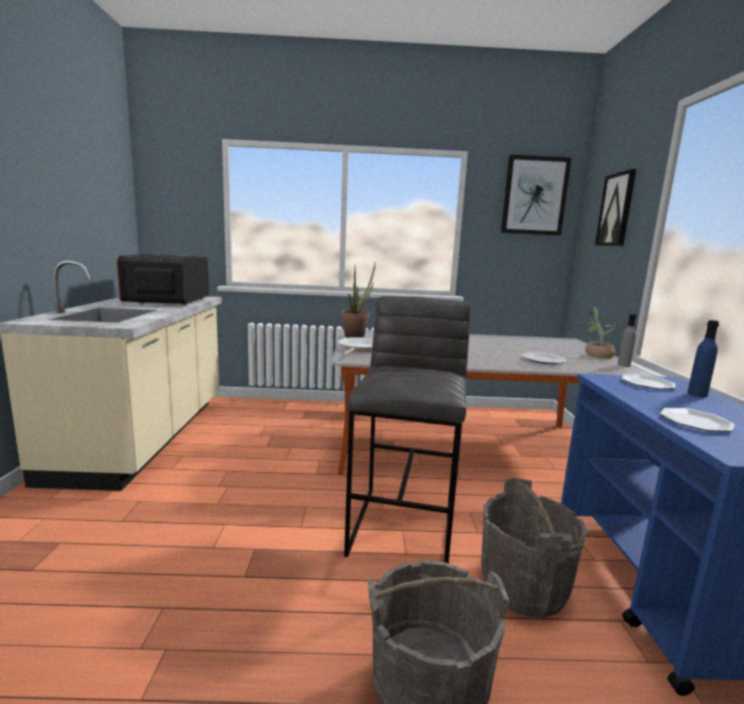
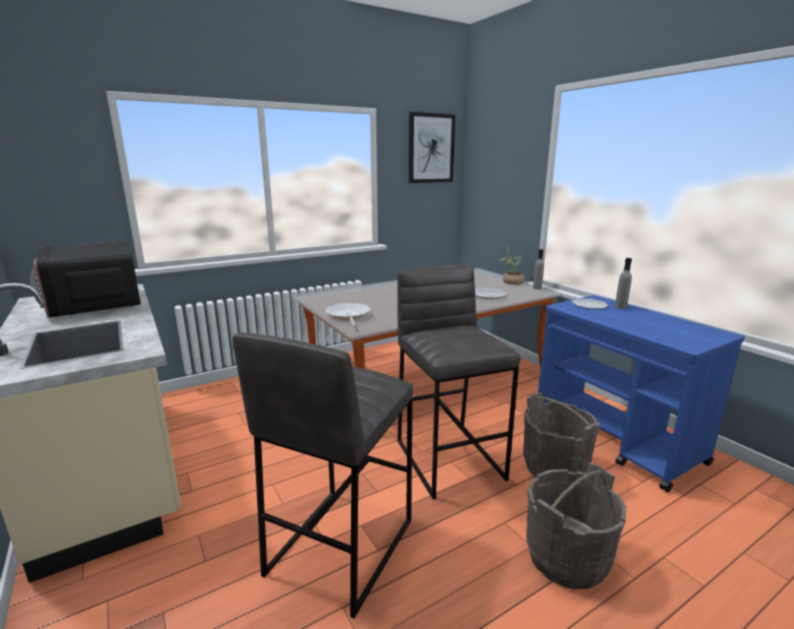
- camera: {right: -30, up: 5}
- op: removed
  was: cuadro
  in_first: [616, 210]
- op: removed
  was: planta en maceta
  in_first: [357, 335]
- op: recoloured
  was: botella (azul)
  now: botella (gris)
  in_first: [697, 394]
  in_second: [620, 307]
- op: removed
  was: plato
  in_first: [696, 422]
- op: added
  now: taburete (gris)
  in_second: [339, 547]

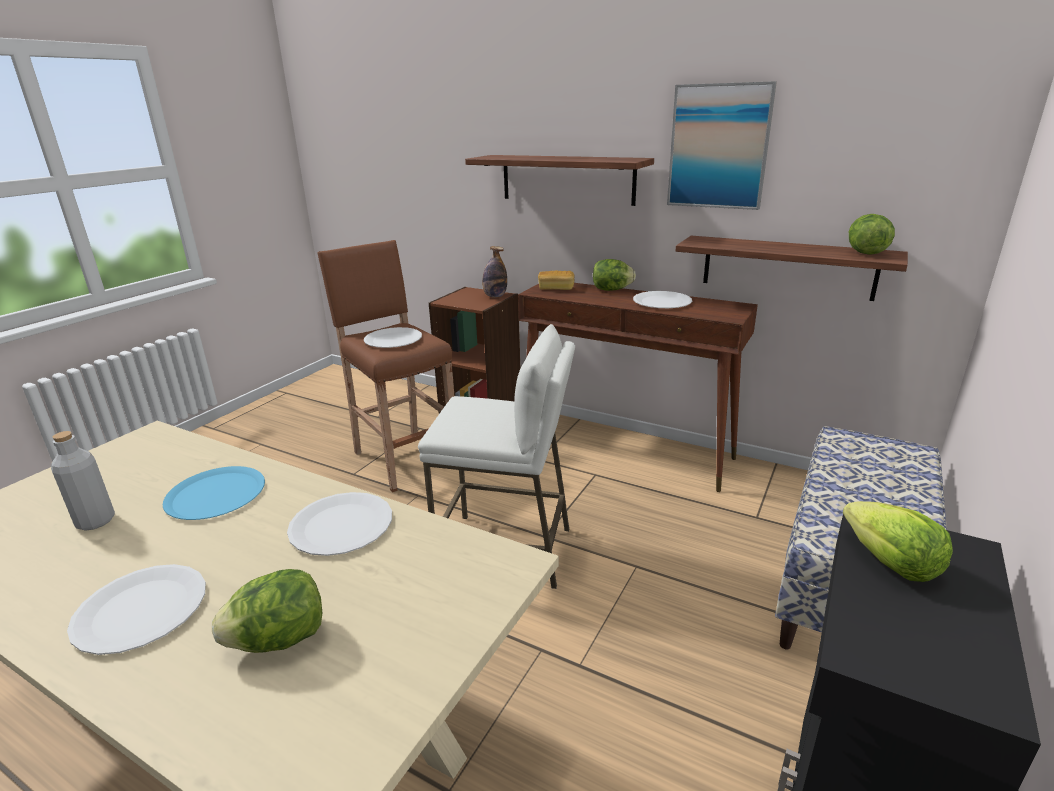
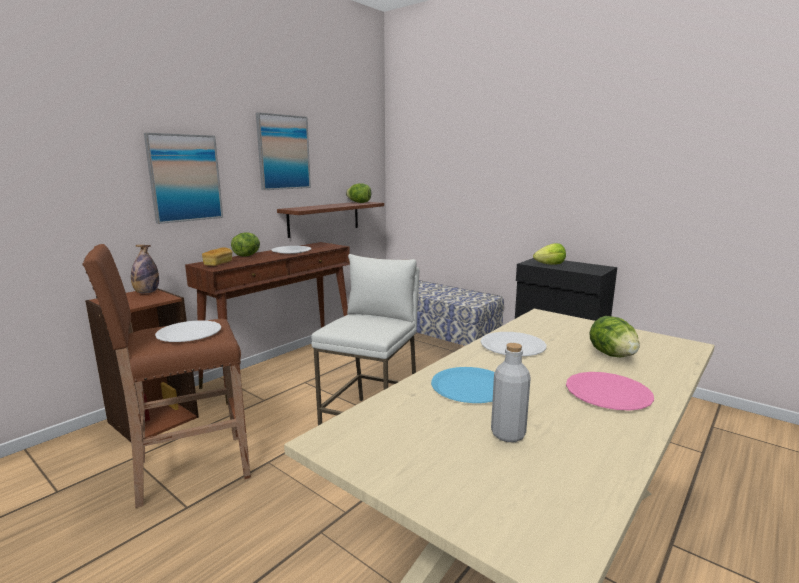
- camera: {right: -80, up: -10}
- op: replaced
  was: estante
  now: cuadro
  in_first: [567, 179]
  in_second: [185, 178]
- op: recoloured
  was: plato (blanco)
  now: plato (rosa)
  in_first: [141, 610]
  in_second: [607, 393]

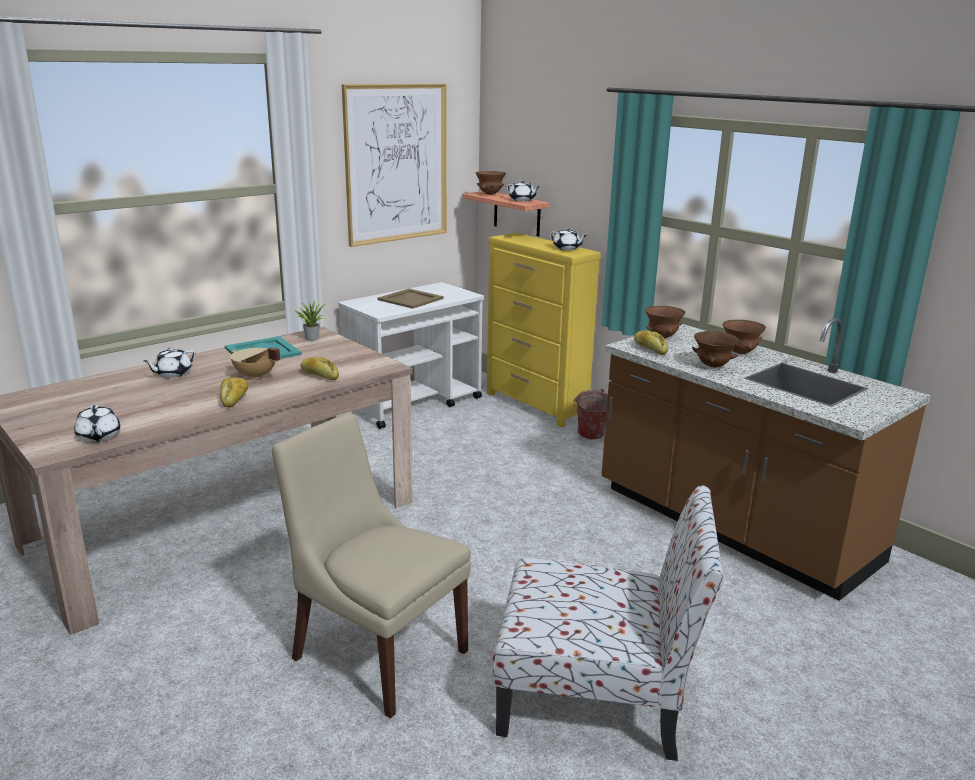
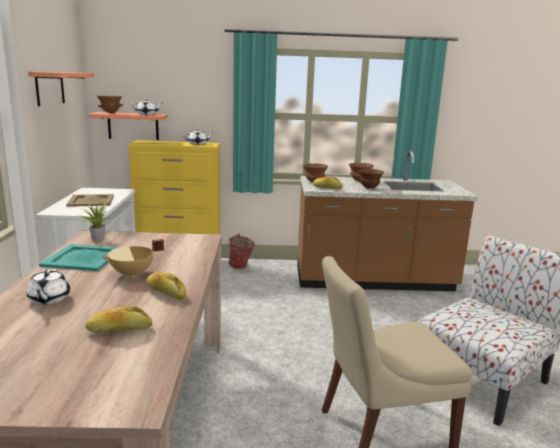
- camera: {right: -50, up: -5}
- op: replaced
  was: cuadro
  now: estante
  in_first: [396, 164]
  in_second: [50, 88]
- op: moved
  was: pan
  in_first: [319, 375]
  in_second: [119, 330]
- op: removed
  was: tetera (blanco)
  in_first: [98, 436]

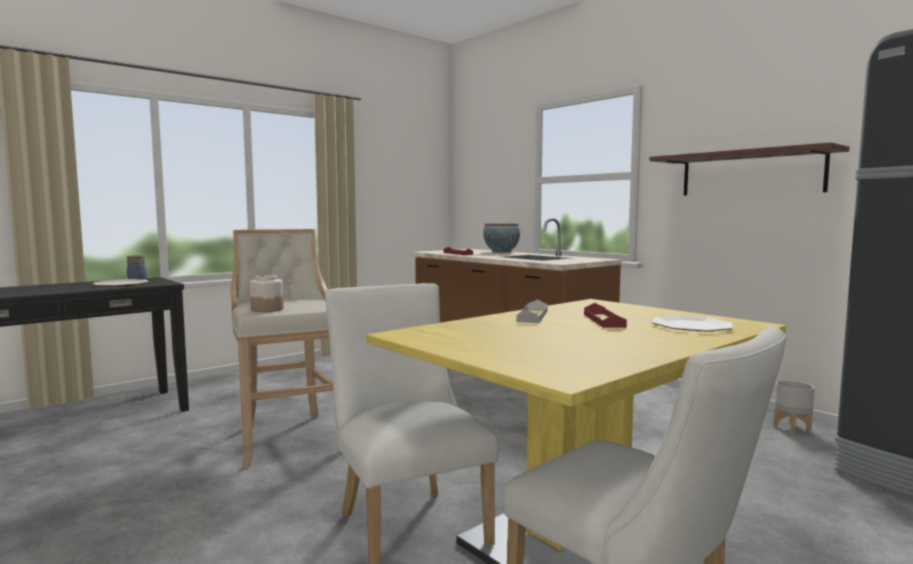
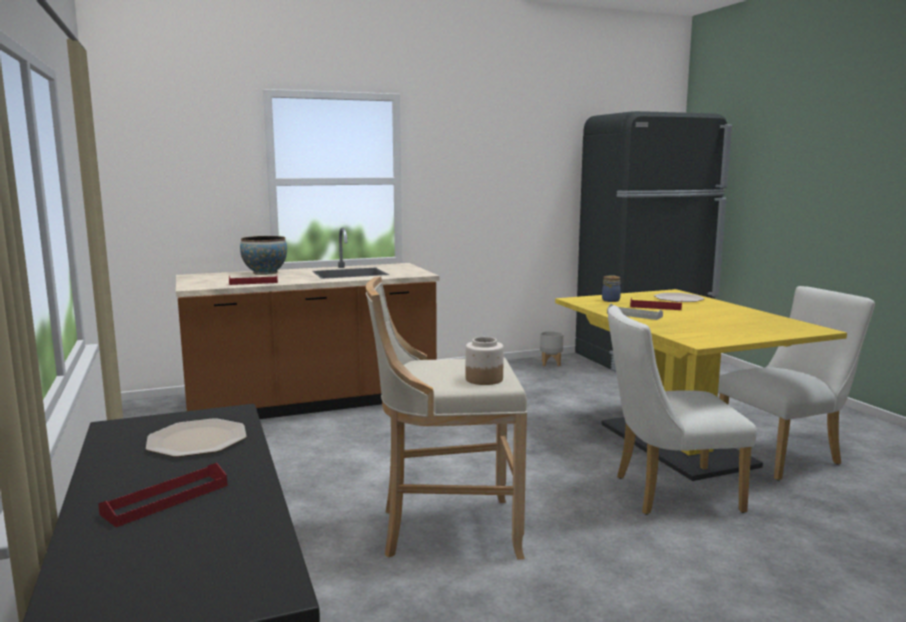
- camera: {right: -70, up: 5}
- op: removed
  was: estante
  in_first: [750, 173]
- op: moved
  was: tarro
  in_first: [137, 279]
  in_second: [611, 300]
- op: added
  now: bandeja (rojo)
  in_second: [166, 499]

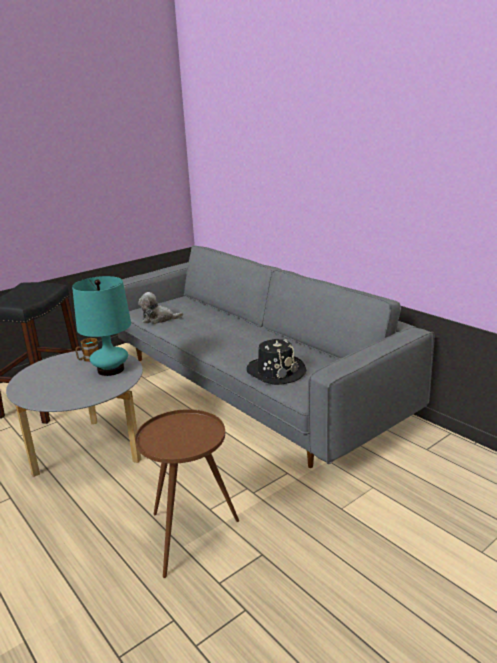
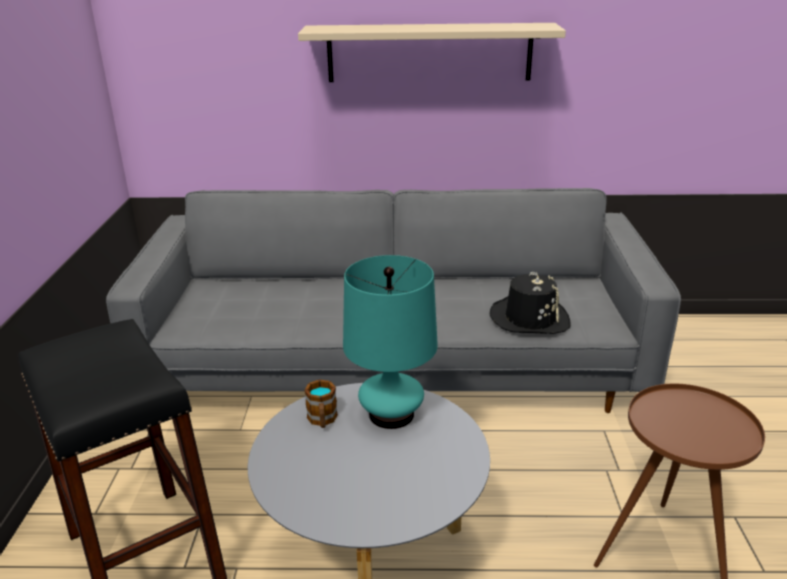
- camera: {right: -50, up: 5}
- op: removed
  was: peluche
  in_first: [158, 319]
- op: added
  now: estante (beis)
  in_second: [429, 52]

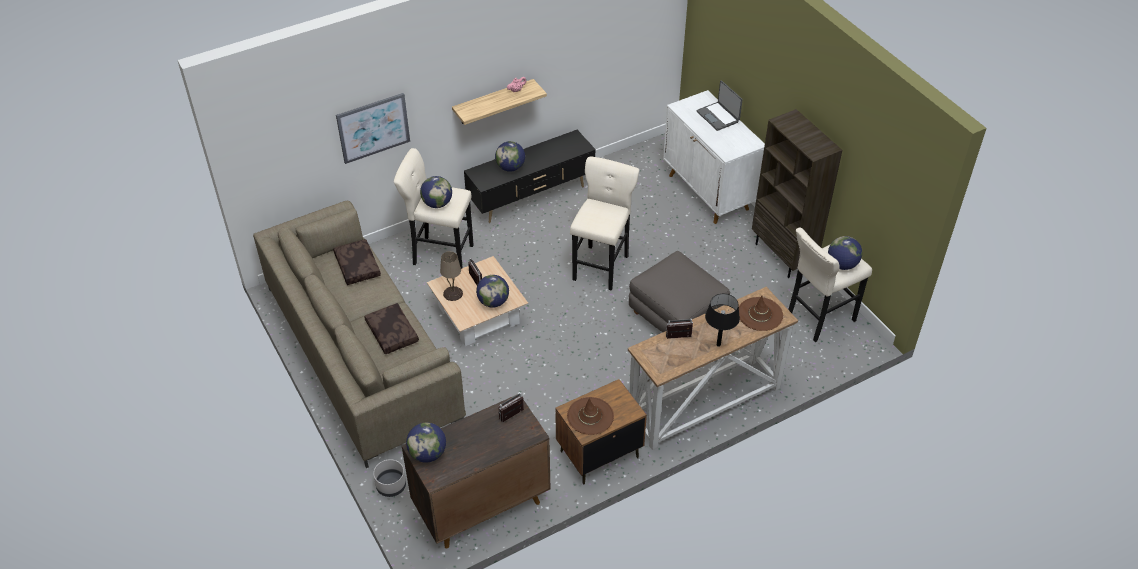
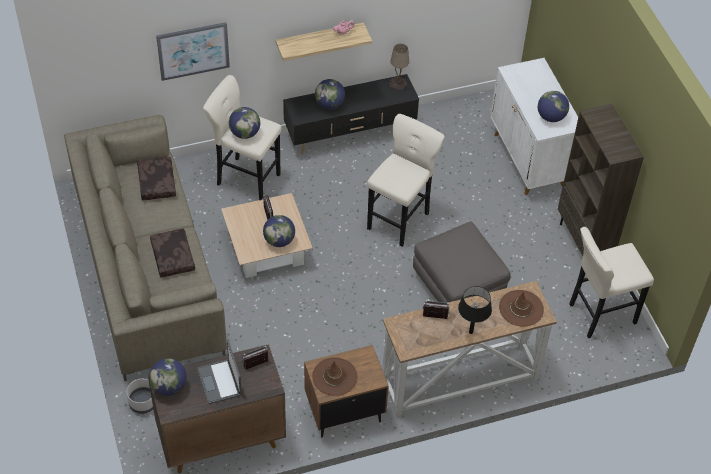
- camera: {right: 10, up: 5}
- op: moved
  was: portátil
  in_first: [718, 116]
  in_second: [220, 382]
- op: moved
  was: globo terráqueo
  in_first: [842, 264]
  in_second: [551, 117]
- op: moved
  was: lámpara de mesa (beis)
  in_first: [453, 294]
  in_second: [398, 83]

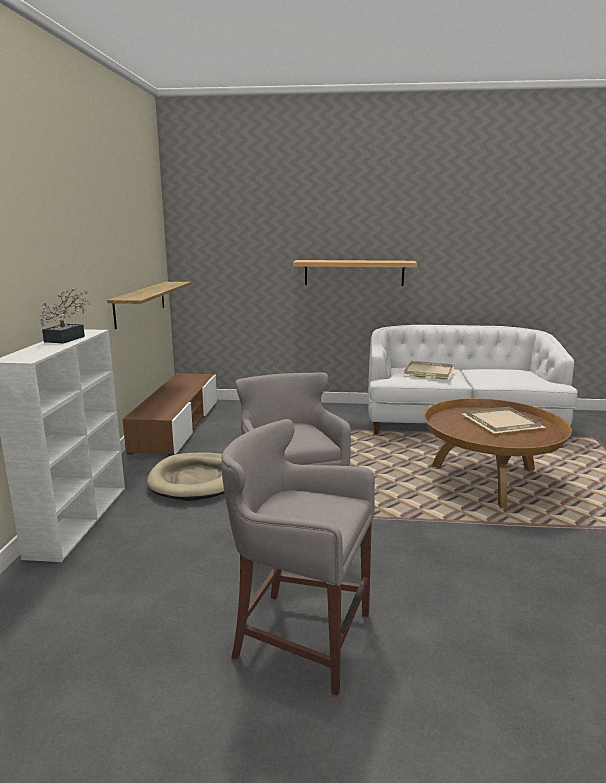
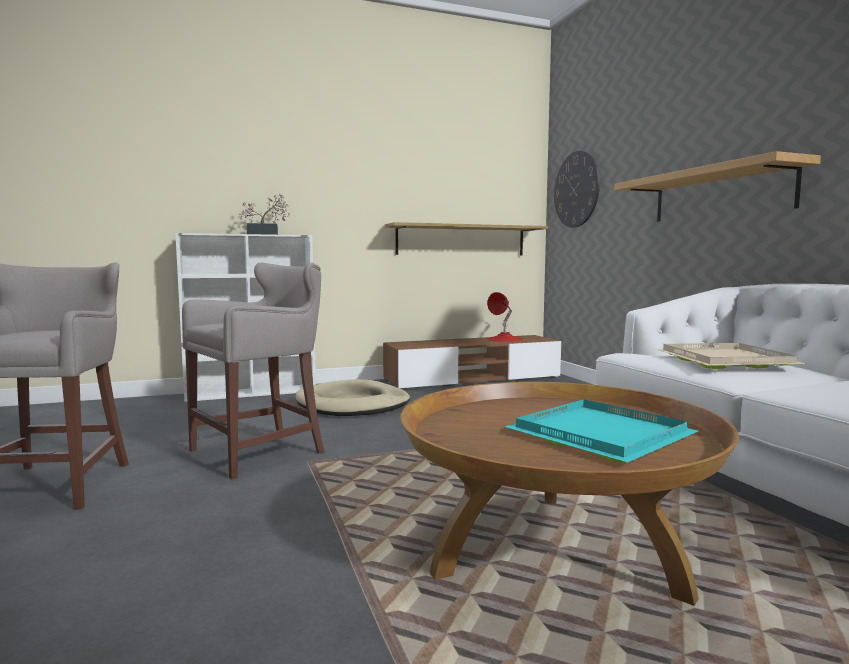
- camera: {right: 65, up: -10}
- op: recoloured
  was: bandeja (beis)
  now: bandeja (turquesa)
  in_first: [500, 422]
  in_second: [599, 434]
- op: added
  now: reloj de pared
  in_second: [576, 189]
- op: added
  now: lámpara de mesa (rojo)
  in_second: [504, 339]

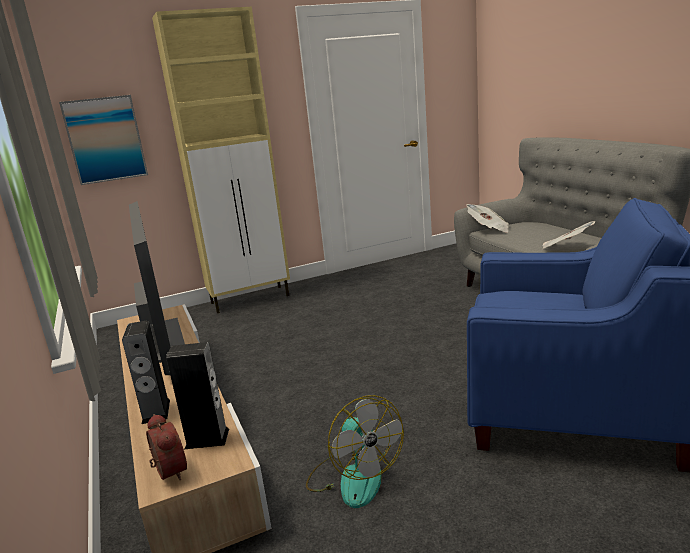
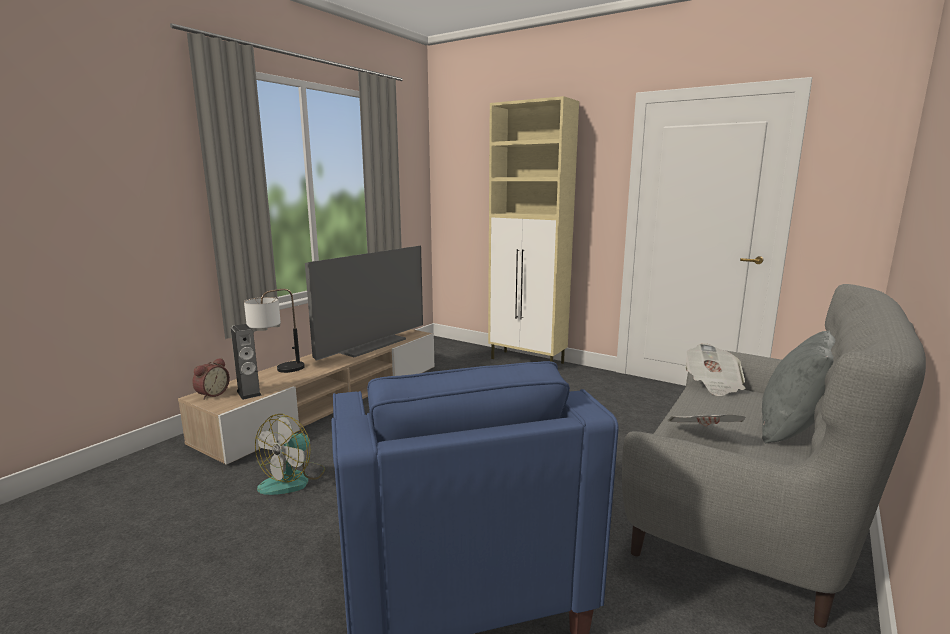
- camera: {right: 55, up: -5}
- op: removed
  was: cuadro
  in_first: [105, 139]
- op: replaced
  was: altavoz
  now: lámpara de mesa
  in_first: [156, 411]
  in_second: [278, 371]
- op: added
  now: cojín (gris)
  in_second: [793, 430]

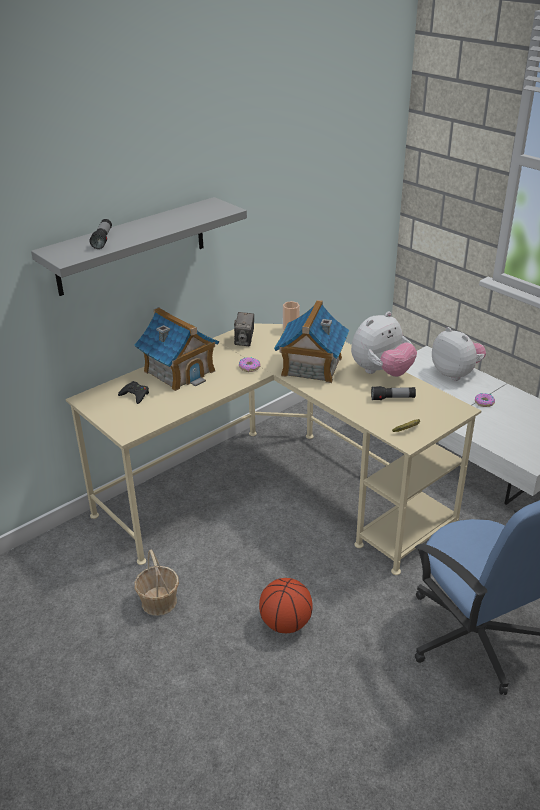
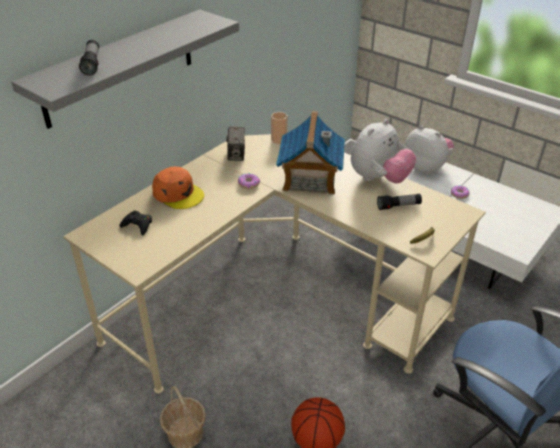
- camera: {right: -10, up: 5}
- op: replaced
  was: casita
  now: gorra (naranja)
  in_first: [179, 371]
  in_second: [178, 193]

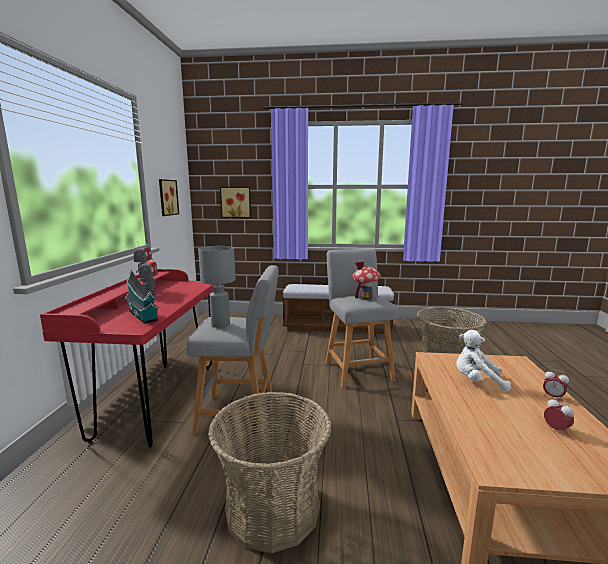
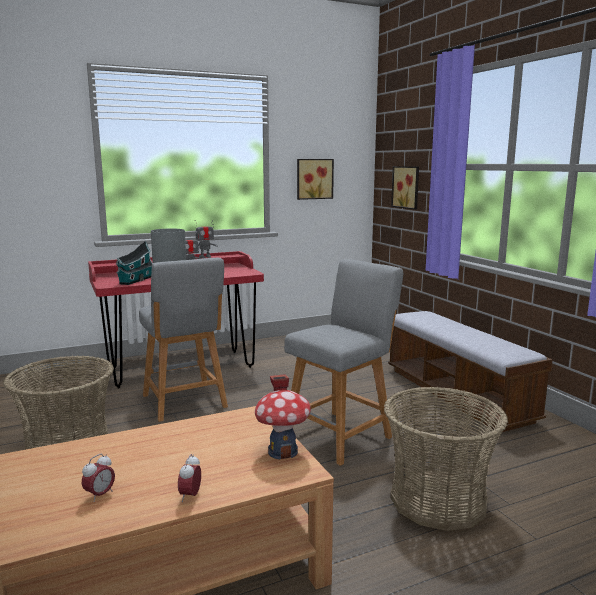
- camera: {right: 60, up: 0}
- op: moved
  was: casita
  in_first: [365, 298]
  in_second: [283, 451]
- op: removed
  was: peluche (blanco)
  in_first: [477, 381]

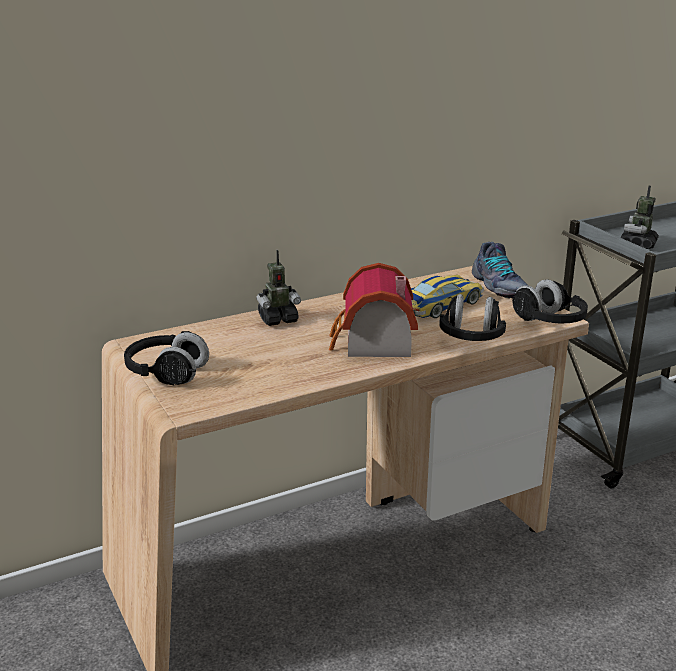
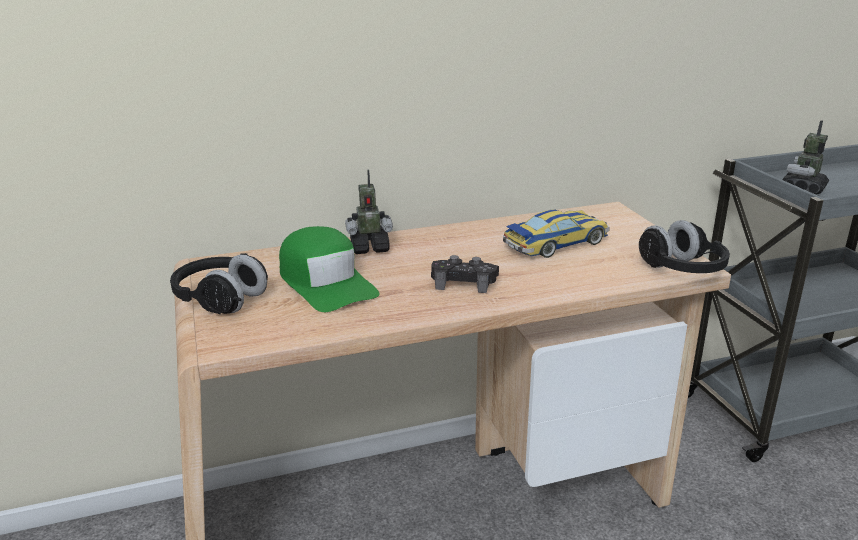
- camera: {right: 10, up: 0}
- op: removed
  was: zapato
  in_first: [498, 286]
- op: replaced
  was: casita
  now: mando de consola (negro)
  in_first: [372, 343]
  in_second: [464, 282]
- op: removed
  was: auriculares (negro)
  in_first: [471, 337]
- op: added
  now: gorra (verde)
  in_second: [326, 282]

